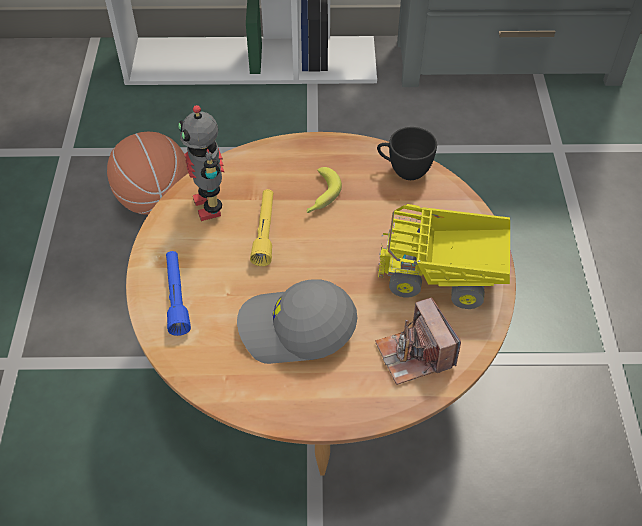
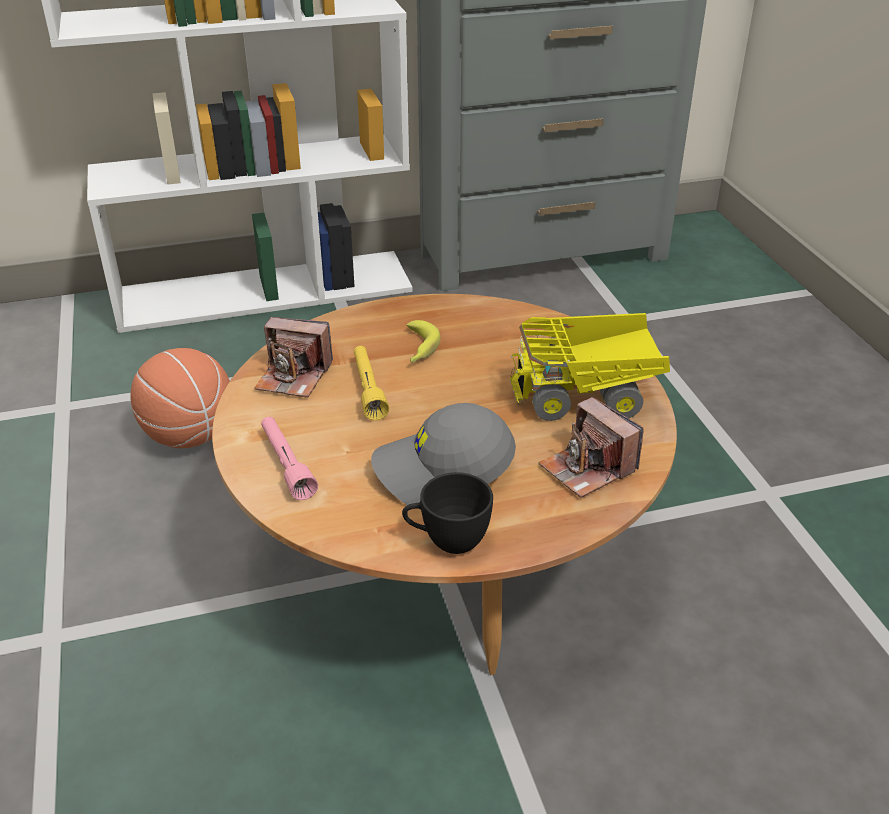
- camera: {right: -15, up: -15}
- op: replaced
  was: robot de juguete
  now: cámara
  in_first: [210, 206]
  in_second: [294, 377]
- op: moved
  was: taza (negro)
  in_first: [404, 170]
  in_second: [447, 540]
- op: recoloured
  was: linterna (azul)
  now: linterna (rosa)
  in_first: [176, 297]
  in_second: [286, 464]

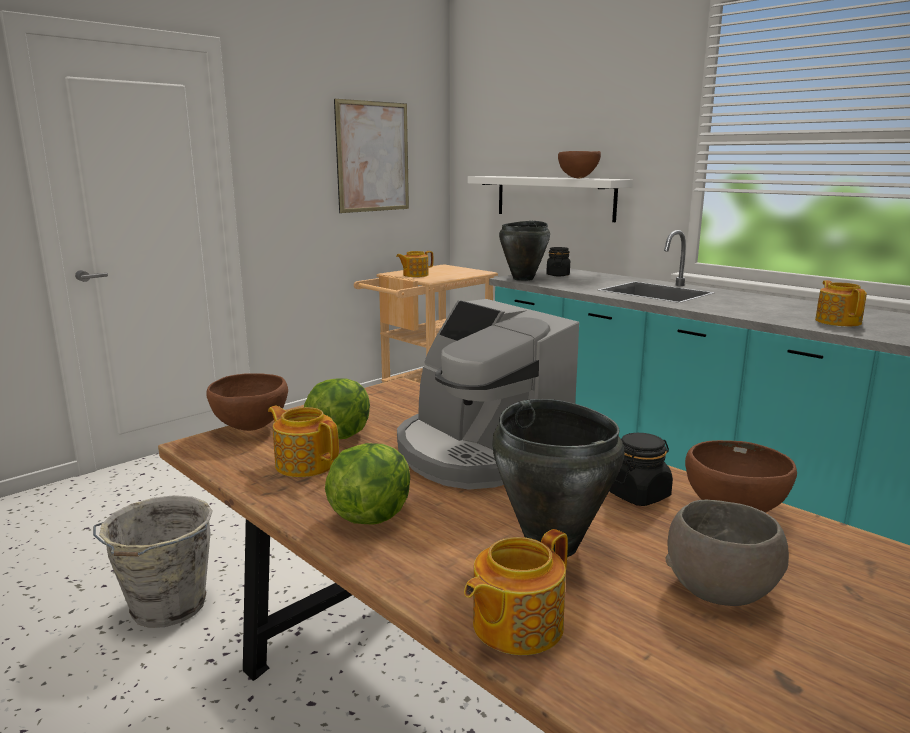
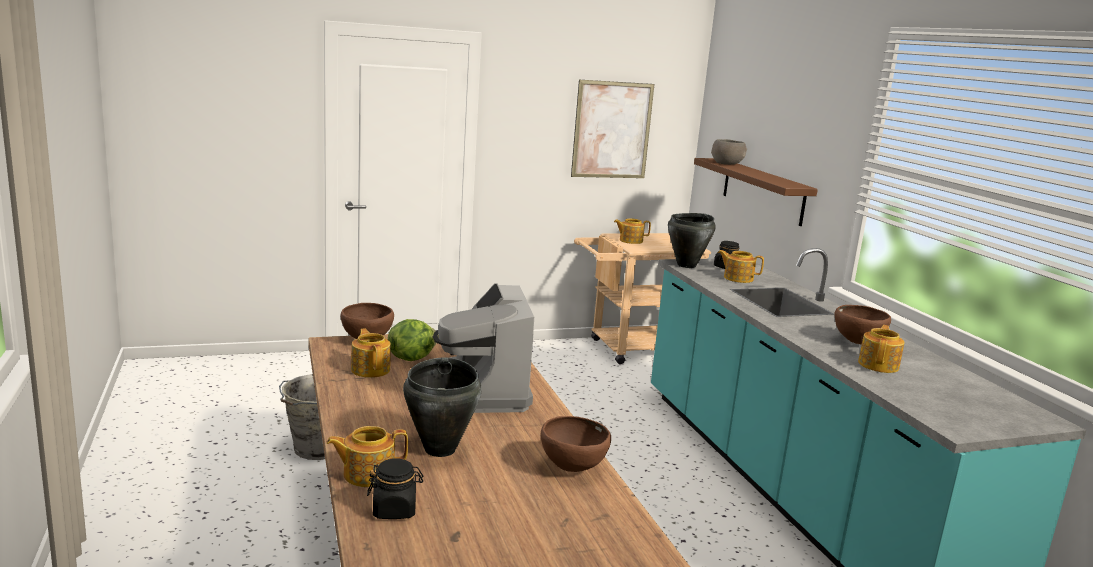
- camera: {right: 25, up: 0}
- op: moved
  was: cuenco (marrón)
  in_first: [578, 178]
  in_second: [857, 342]
- op: recoloured
  was: estante (blanco)
  now: estante (marrón)
  in_first: [554, 197]
  in_second: [762, 191]
- op: moved
  was: tarro (negro)
  in_first: [638, 495]
  in_second: [394, 510]
- op: removed
  was: lechuga
  in_first: [370, 515]
- op: moved
  was: cuenco (gris)
  in_first: [720, 587]
  in_second: [727, 163]
- op: added
  now: tetera
  in_second: [737, 278]

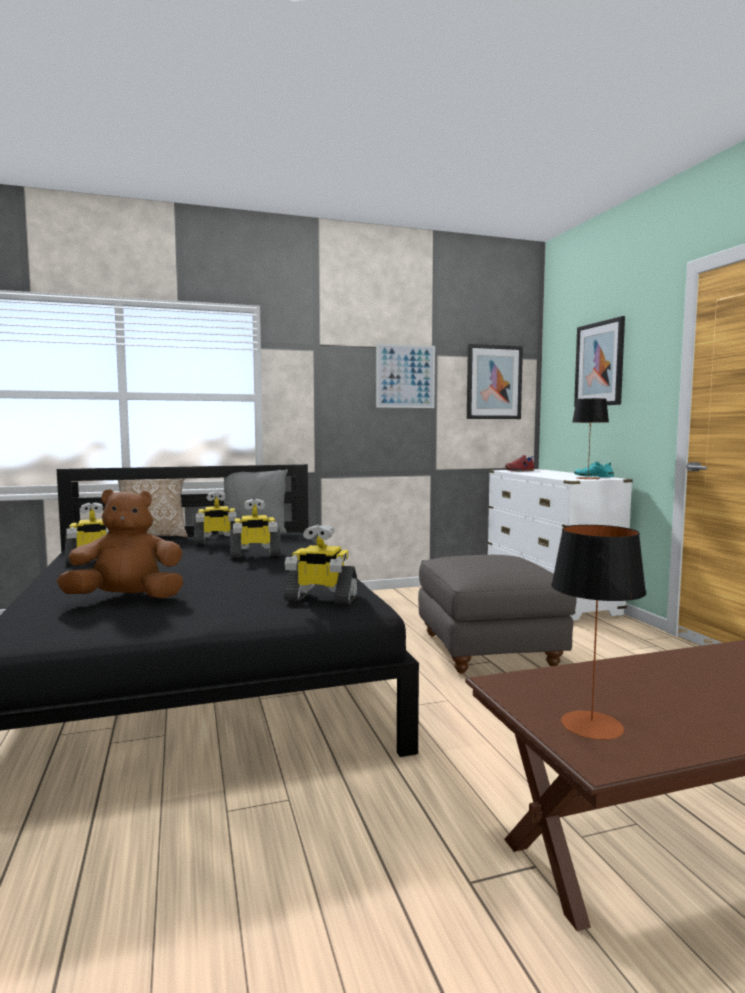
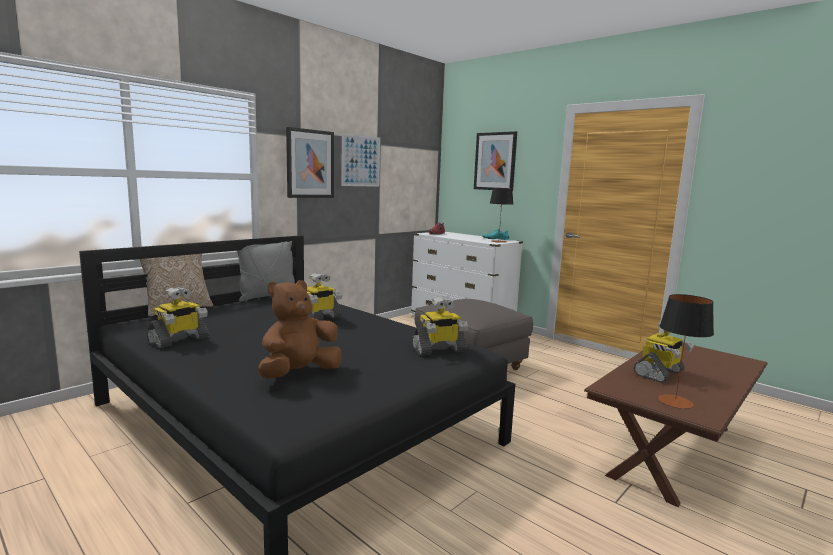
- camera: {right: -30, up: 5}
- op: moved
  was: cuadro
  in_first: [493, 382]
  in_second: [310, 164]
- op: moved
  was: robot de juguete
  in_first: [217, 541]
  in_second: [659, 373]

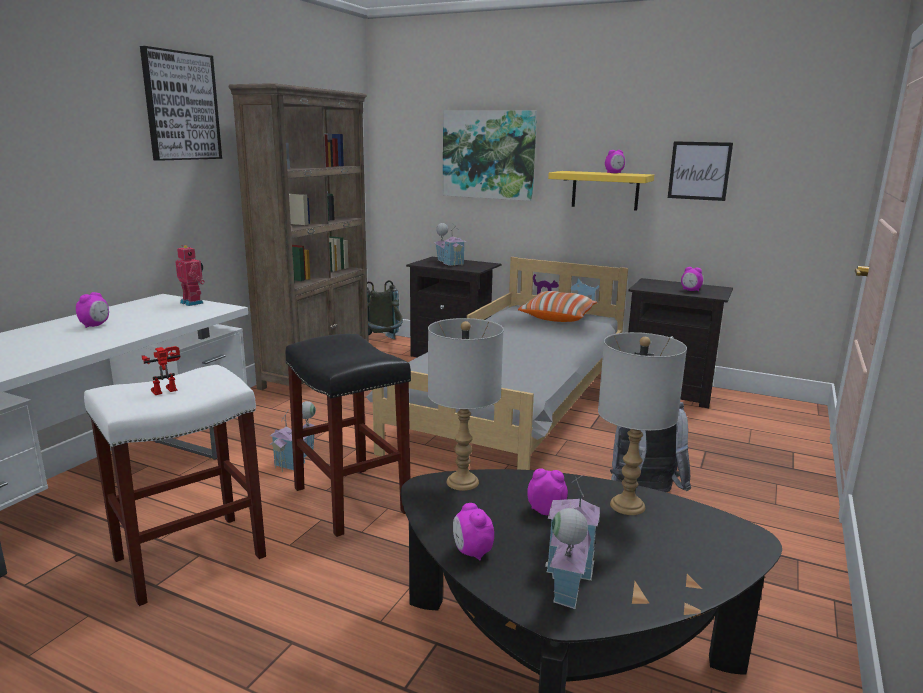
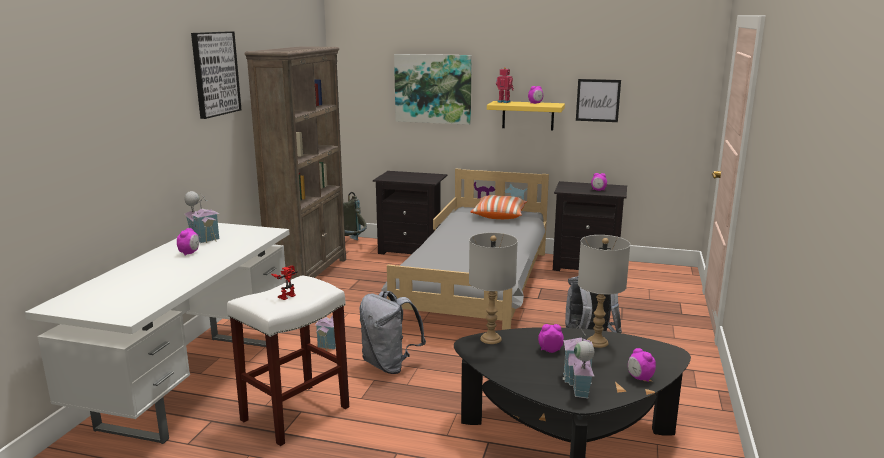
- camera: {right: -10, up: 0}
- op: moved
  was: casita
  in_first: [449, 262]
  in_second: [203, 237]
- op: moved
  was: robot de juguete
  in_first: [193, 303]
  in_second: [504, 102]
- op: replaced
  was: taburete (negro)
  now: mochila (gris)
  in_first: [352, 500]
  in_second: [389, 365]
- op: moved
  was: despertador
  in_first: [472, 552]
  in_second: [639, 378]

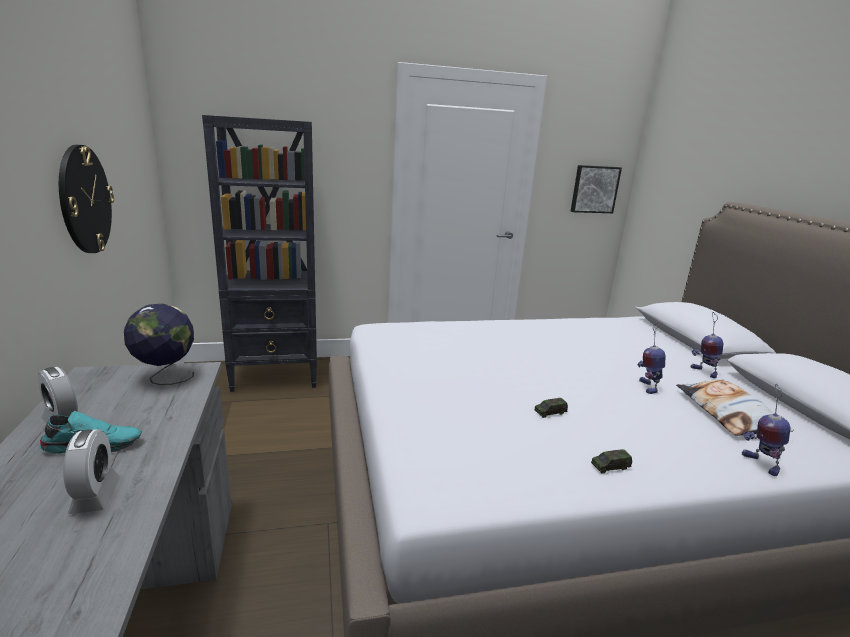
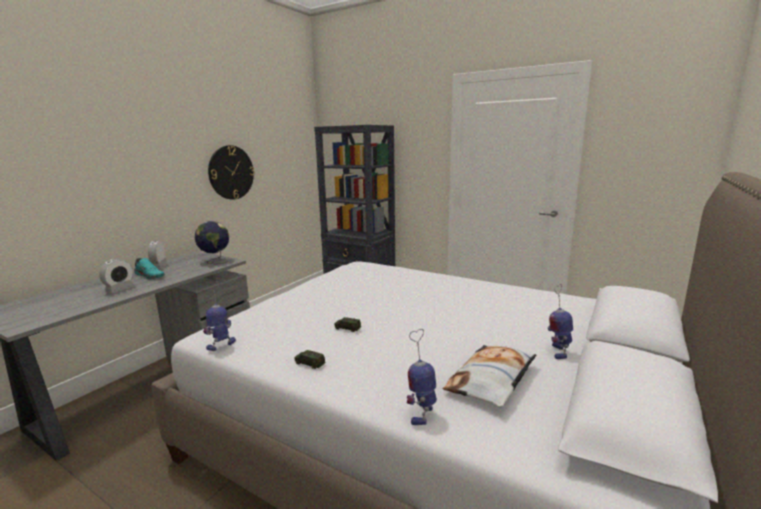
- camera: {right: 45, up: -5}
- op: removed
  was: cuadro
  in_first: [594, 189]
- op: moved
  was: robot de juguete
  in_first: [646, 386]
  in_second: [222, 345]

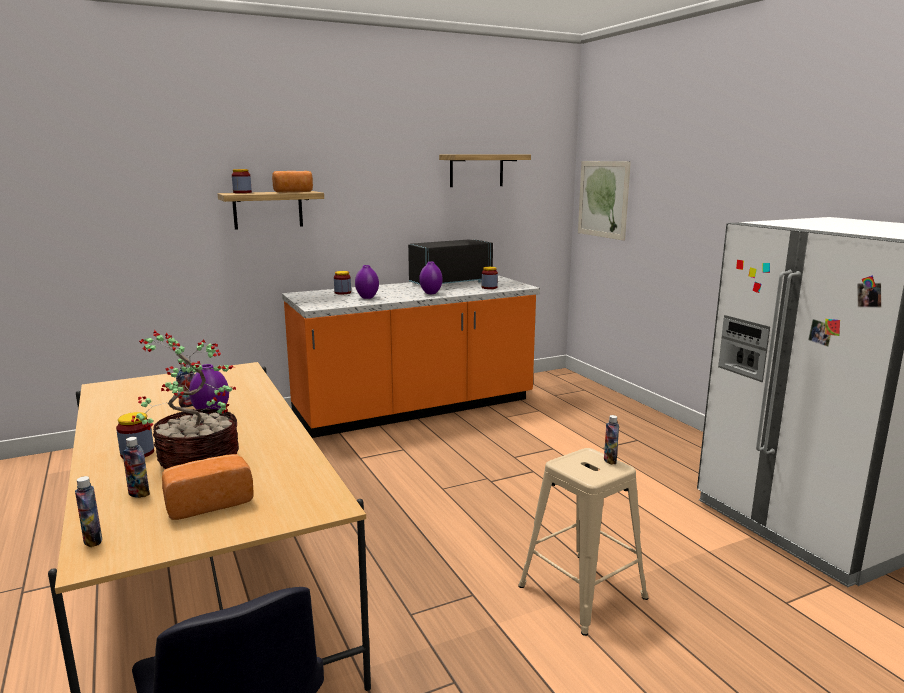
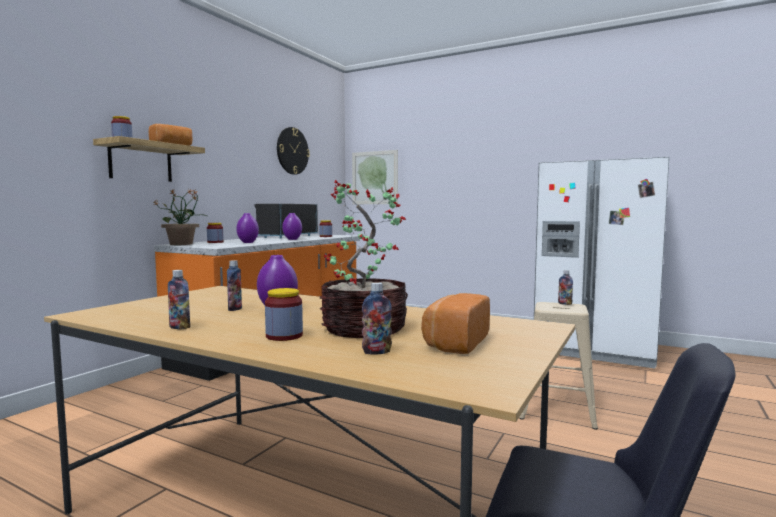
- camera: {right: -35, up: -10}
- op: replaced
  was: estante
  now: reloj de pared
  in_first: [476, 170]
  in_second: [292, 151]
- op: moved
  was: botella
  in_first: [93, 540]
  in_second: [179, 327]
- op: added
  now: planta en maceta
  in_second: [182, 244]

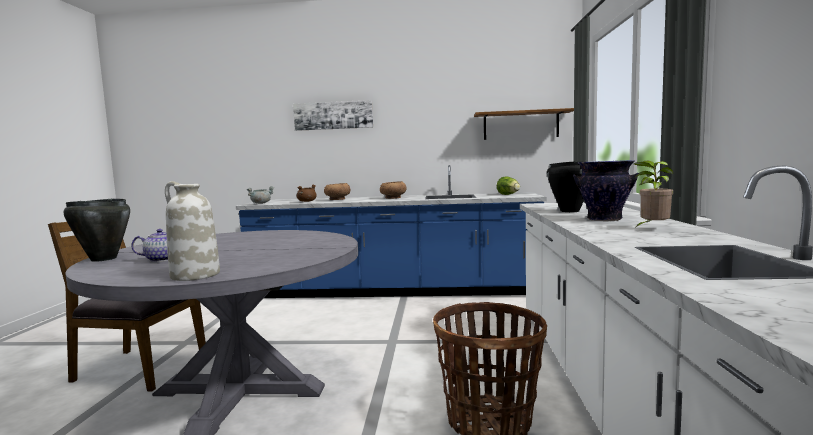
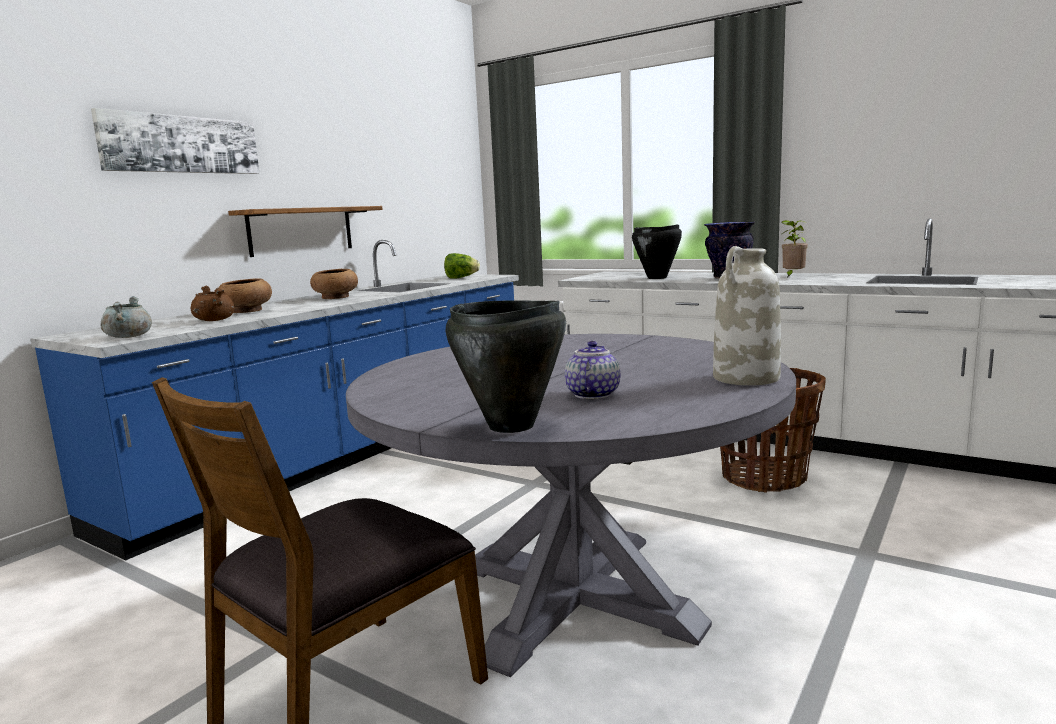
- camera: {right: -60, up: 5}
- op: moved
  was: estante
  in_first: [521, 125]
  in_second: [301, 230]

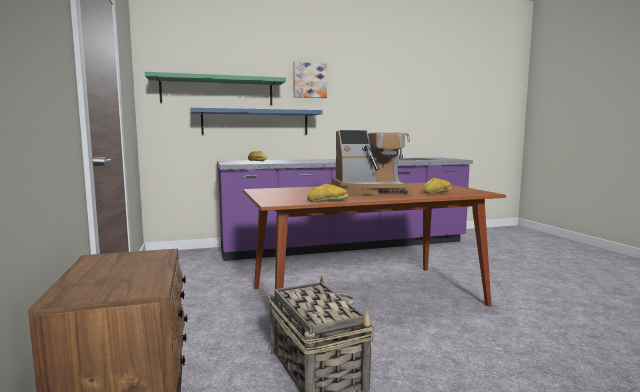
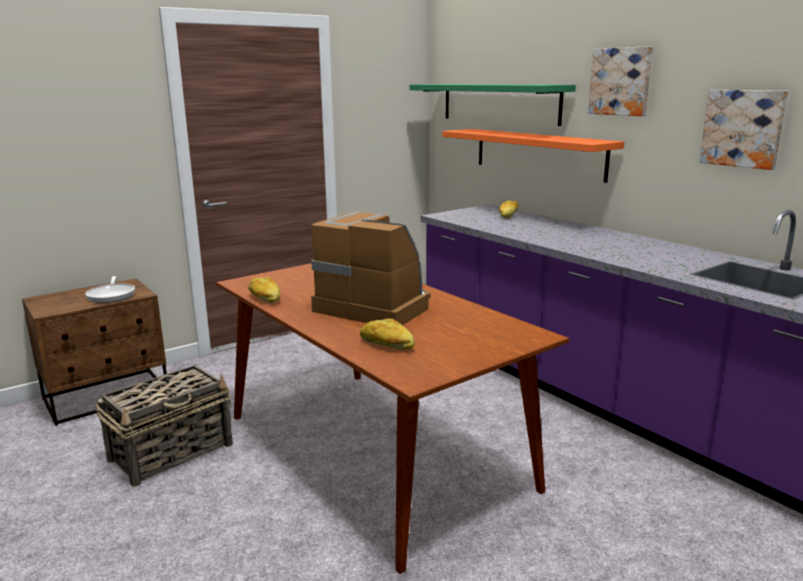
- camera: {right: 70, up: 10}
- op: recoloured
  was: estante (azul)
  now: estante (naranja)
  in_first: [255, 122]
  in_second: [538, 153]
- op: turned
  was: cafetera
  in_first: [369, 191]
  in_second: [374, 306]
  clockwise: 150
- op: added
  now: cuadro
  in_second: [743, 128]
- op: added
  now: sartén
  in_second: [112, 295]

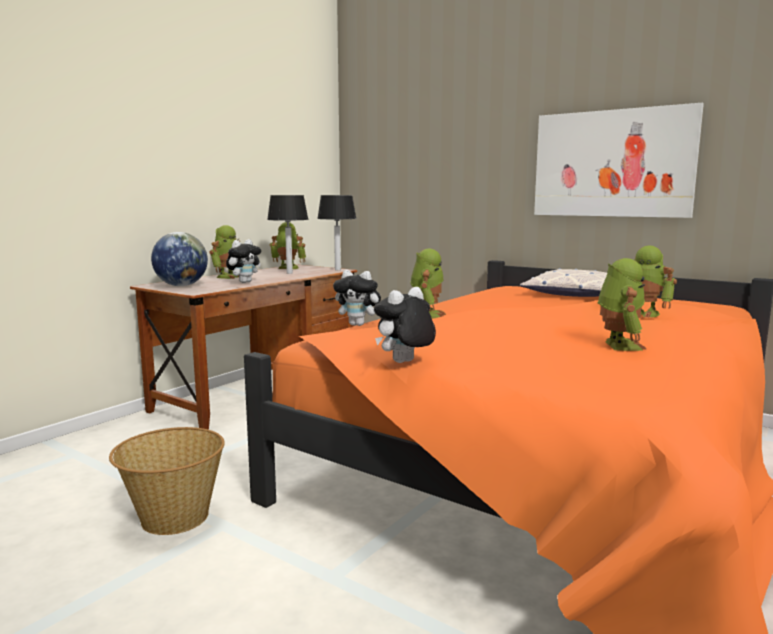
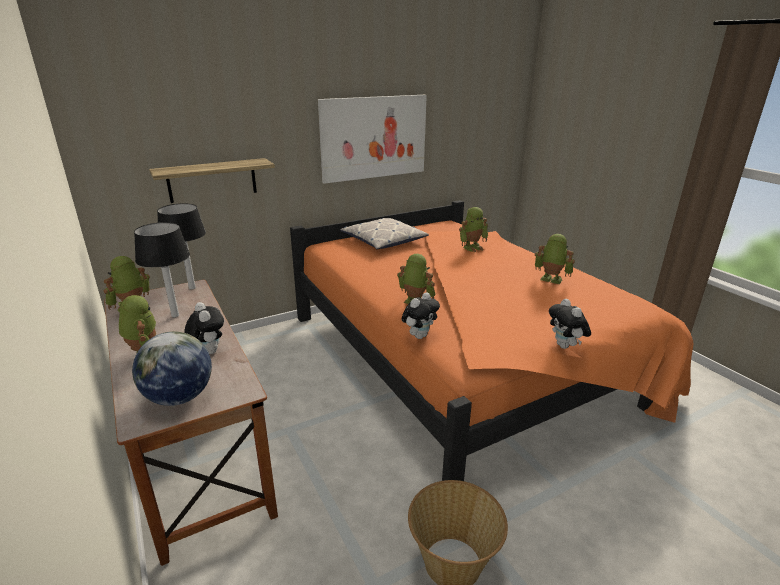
- camera: {right: -65, up: 15}
- op: added
  now: estante
  in_second: [212, 180]

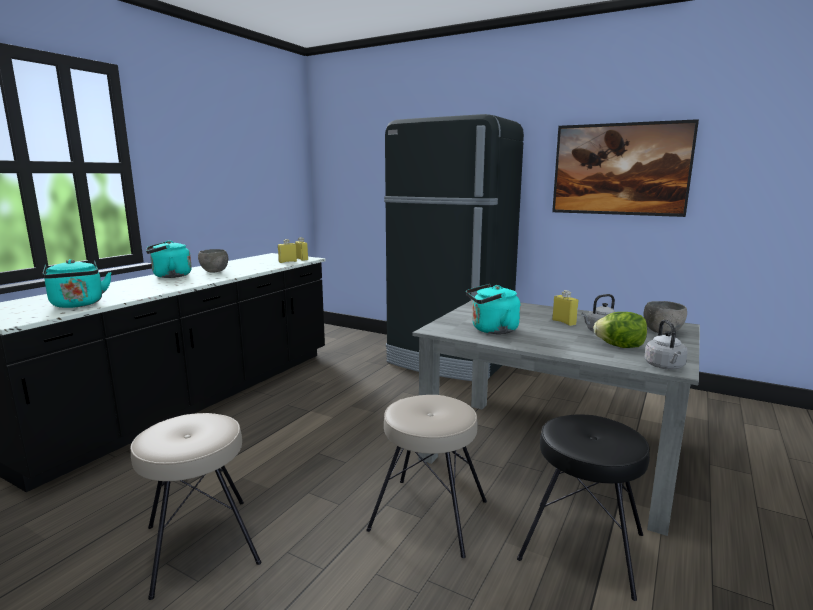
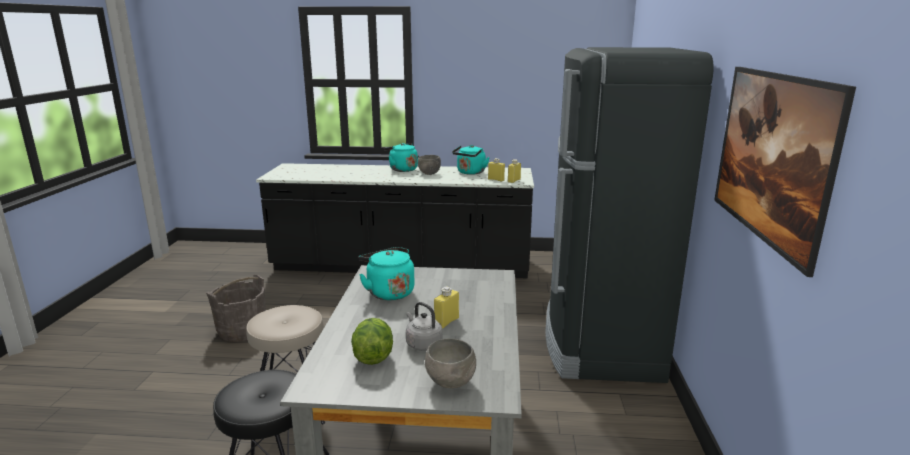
- camera: {right: 65, up: 5}
- op: moved
  was: hervidor (turquesa)
  in_first: [78, 305]
  in_second: [470, 173]
- op: removed
  was: hervidor (gris)
  in_first: [665, 367]
- op: replaced
  was: taburete (beis)
  now: cubo (gris)
  in_first: [200, 545]
  in_second: [242, 330]

